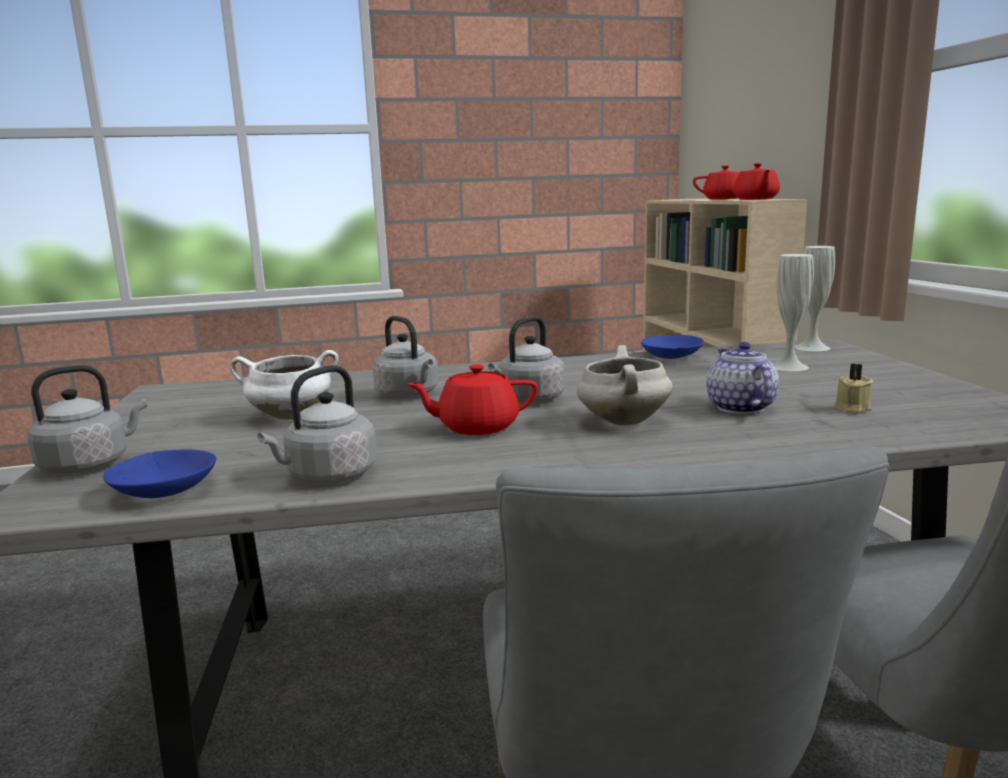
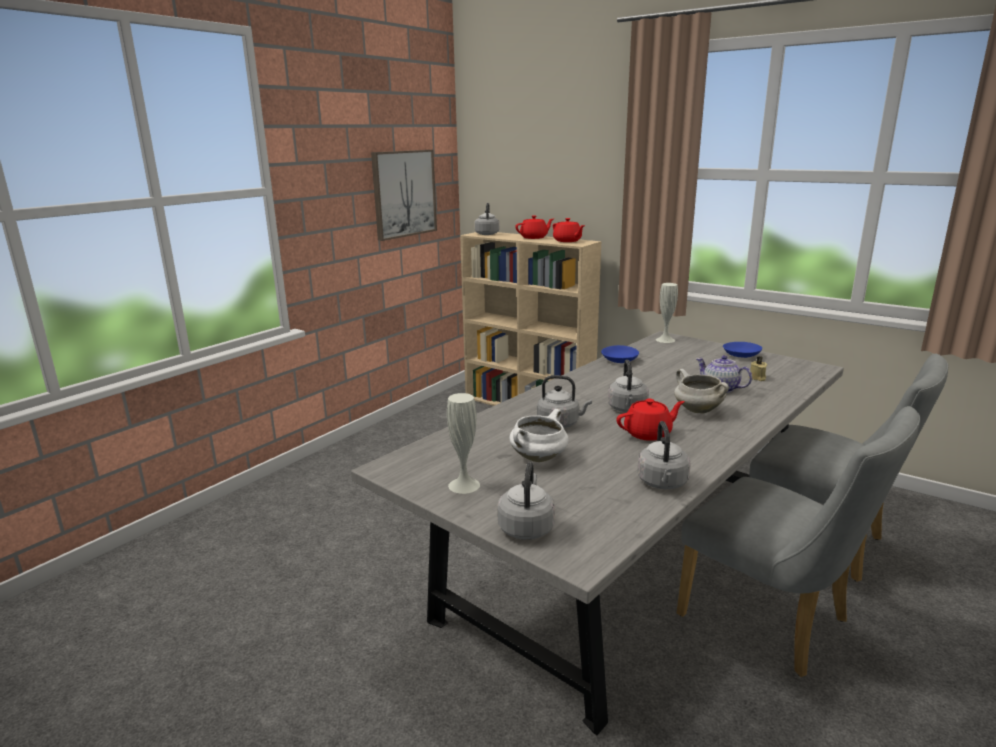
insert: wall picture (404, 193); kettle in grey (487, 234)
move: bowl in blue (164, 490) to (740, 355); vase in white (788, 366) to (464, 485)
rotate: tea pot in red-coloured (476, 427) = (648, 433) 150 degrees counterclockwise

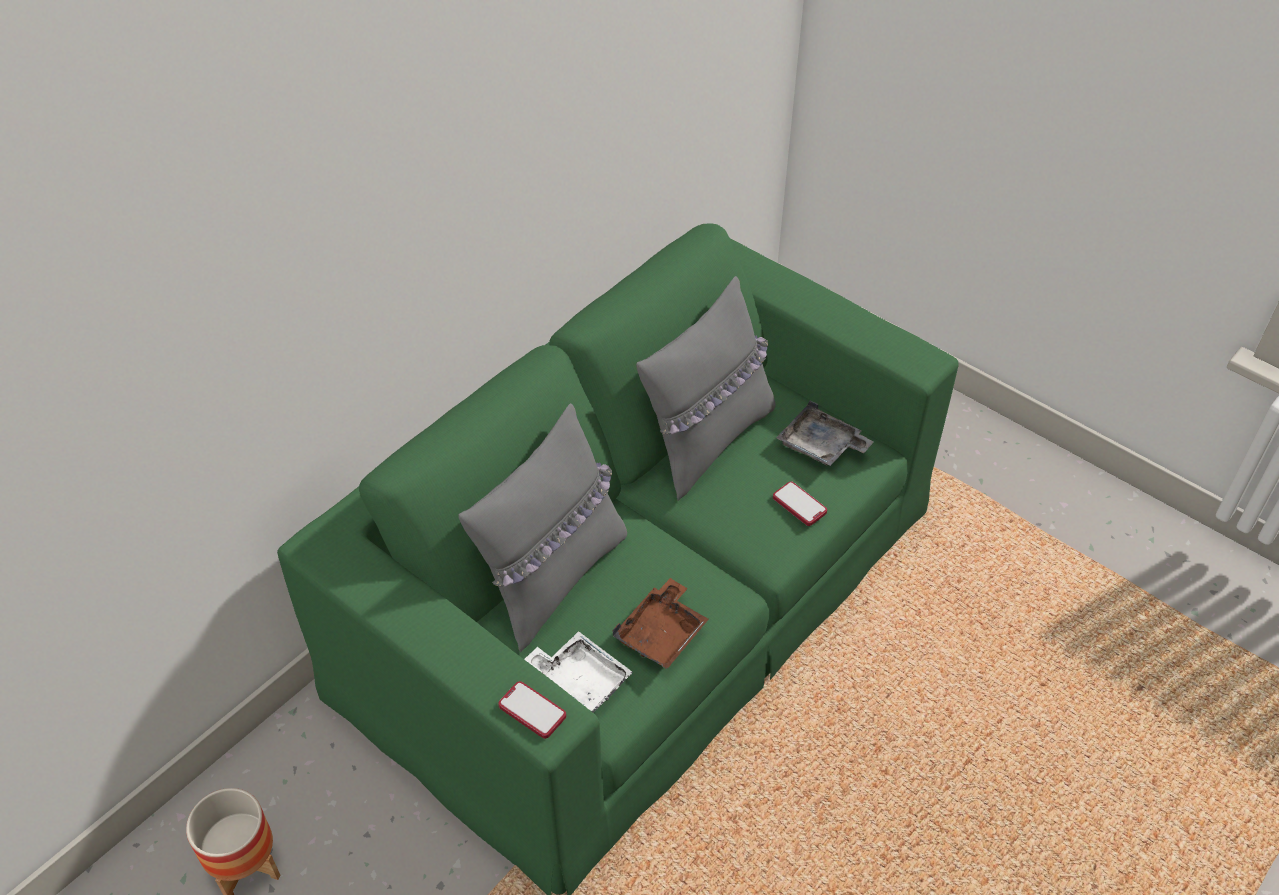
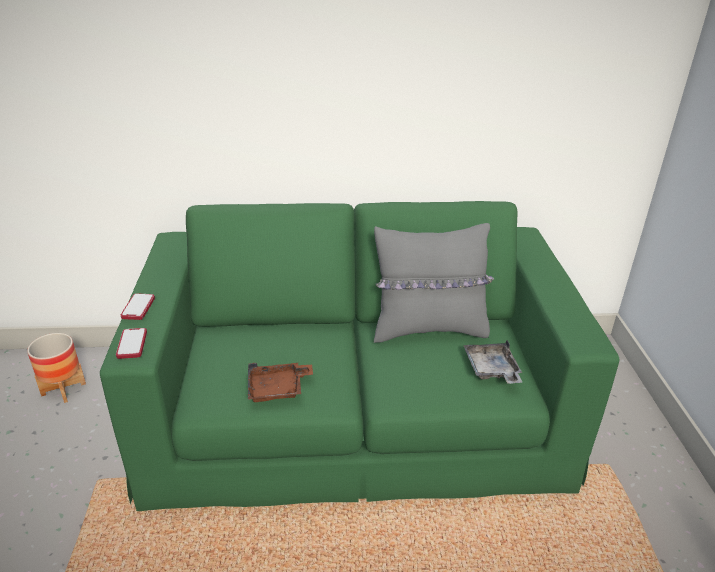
delete: throw pillow in grey (553, 578); carrying tray in white (579, 682)
move: phone (799, 505) to (138, 307)

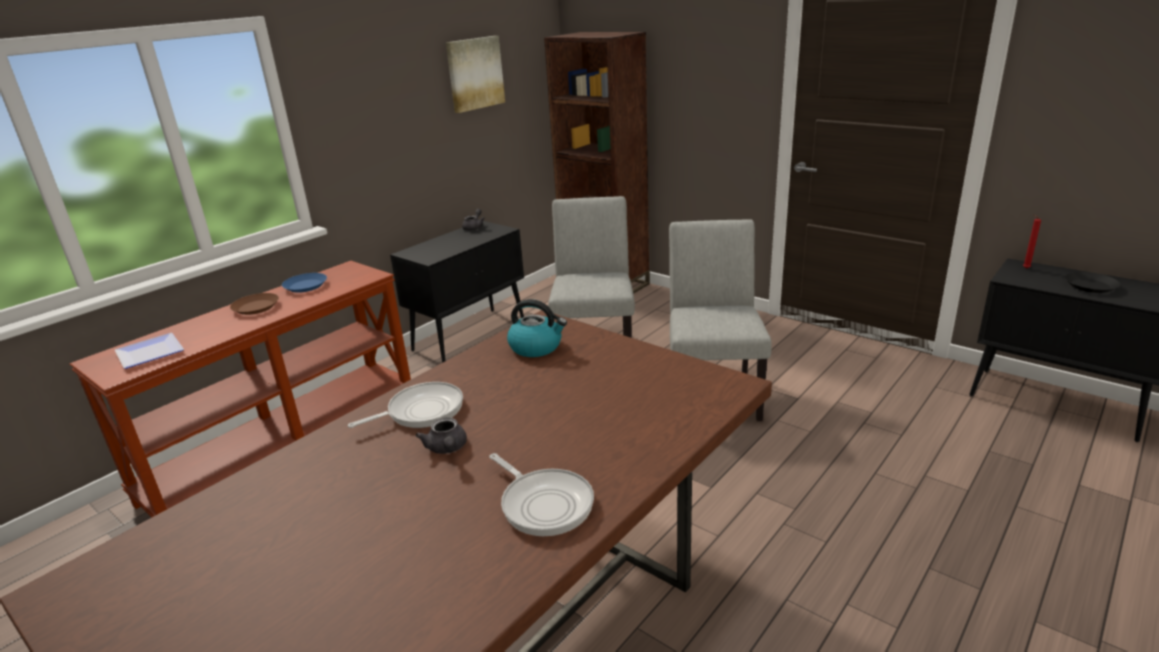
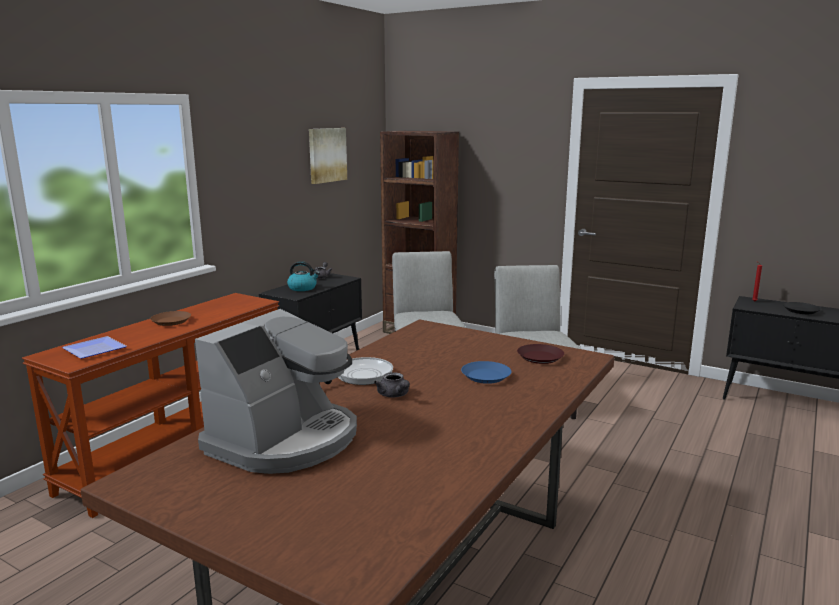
delete: frying pan (544, 504)
insert: coffee machine (285, 440); plate in brownish (539, 357)
move: plate in blue (305, 286) to (486, 376); kettle (536, 347) to (303, 288)

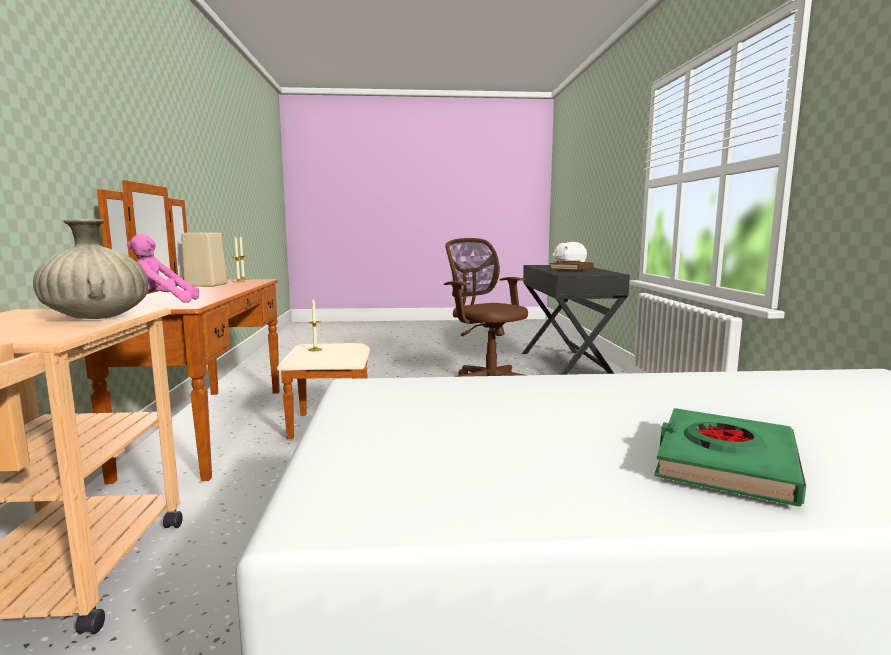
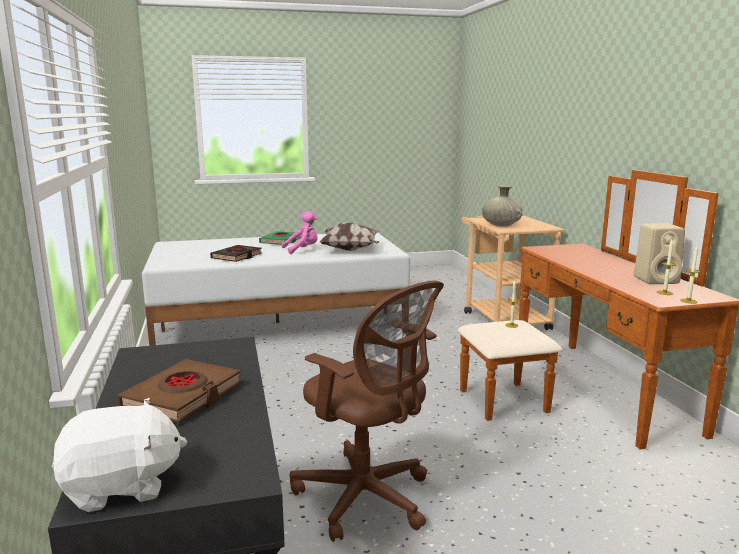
insert: volume in black-coloured (237, 256); throw pillow (350, 250)
move: soft toy in pink-coloured (160, 303) to (302, 250)

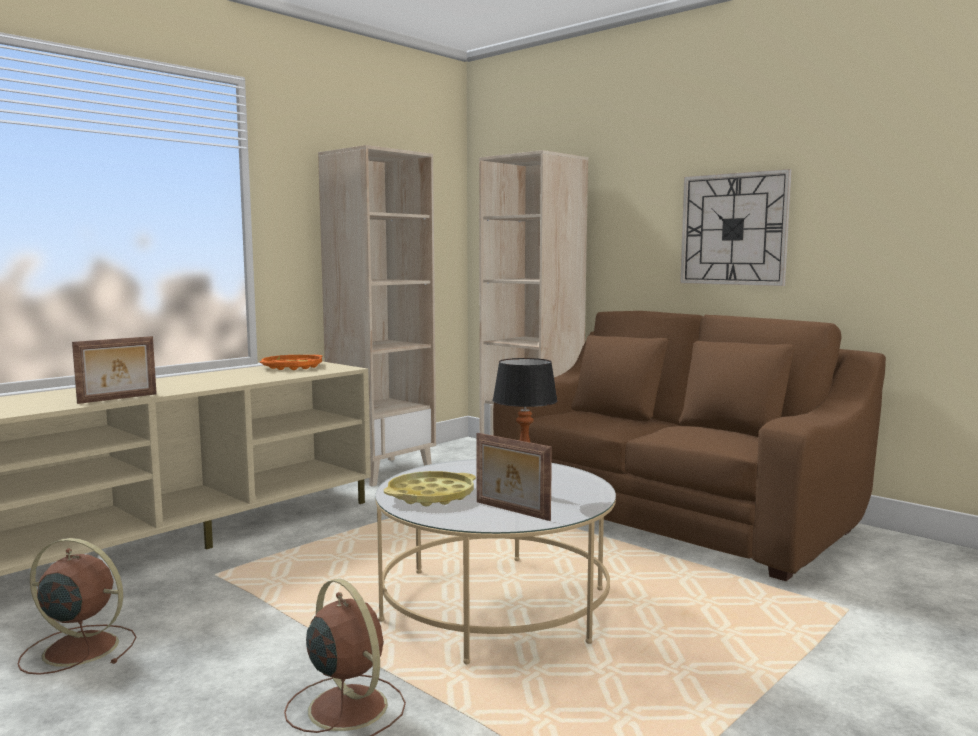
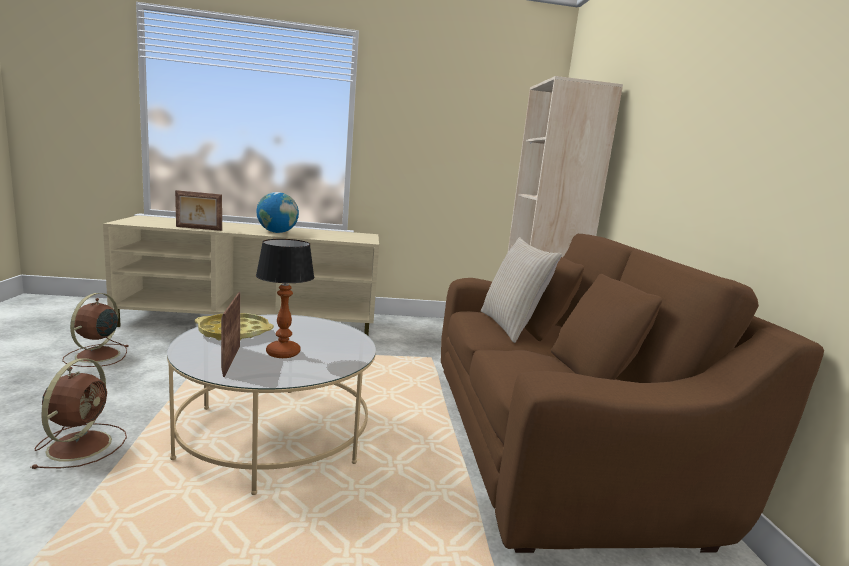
delete: carrying tray in orangey (292, 367); bookcase in beige (382, 471); hanging clock (733, 229)
insert: globe (277, 232); throw pillow in beige (511, 326)
rotate: cooling fan in brownish (78, 648) = (96, 356) 135 degrees counterclockwise

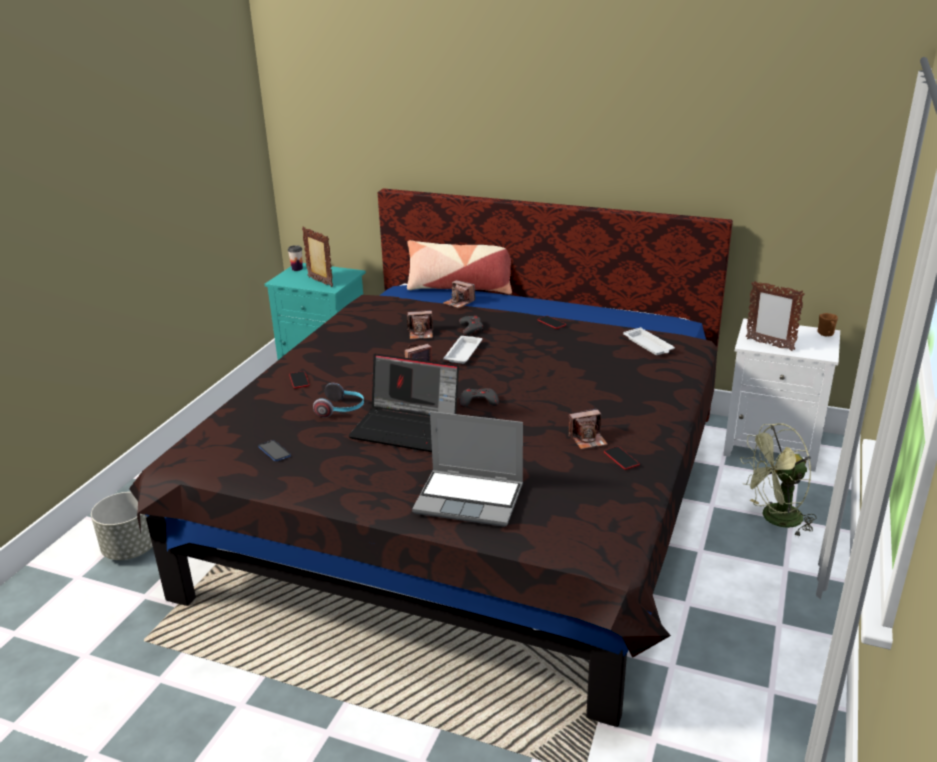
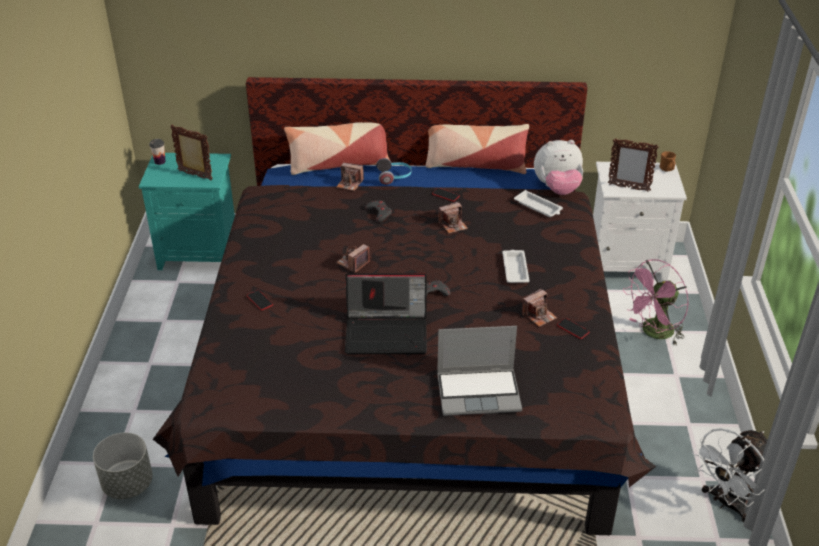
delete: phone (274, 452)
insert: throw pillow (475, 165); soft toy (557, 189); cooling fan in white (726, 503)
move: headphones (341, 409) to (394, 177); photo camera (421, 334) to (453, 225); carrying tray in white (463, 352) to (515, 269)
recolor: cooling fan in greenish (775, 519) to cooling fan in pink-coloured (653, 333)

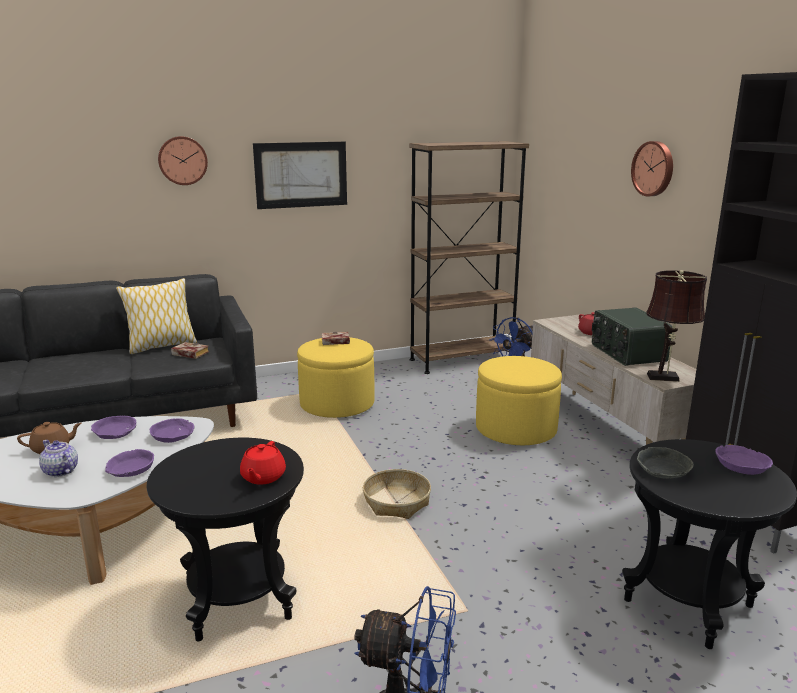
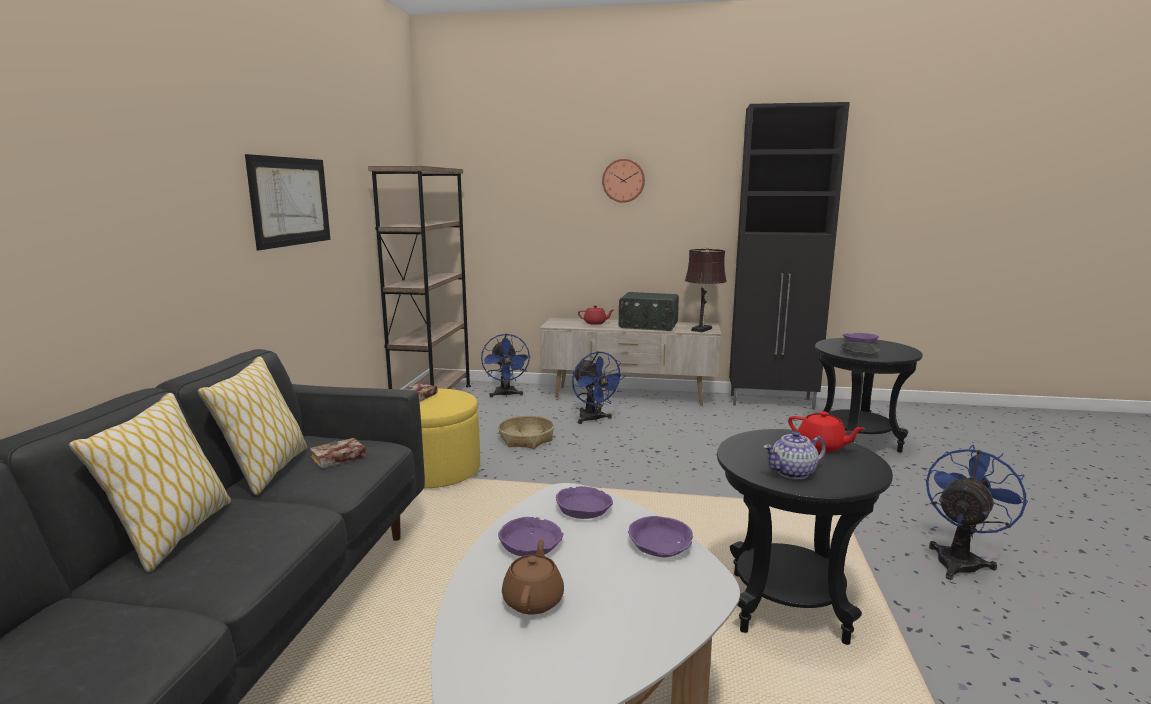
delete: hanging clock (182, 160)
insert: throw pillow (173, 535)
move: tea pot (60, 471) to (793, 473); storage basket (396, 502) to (526, 439)
replace: ottoman in yellow (516, 429) to cooling fan in blue (593, 419)

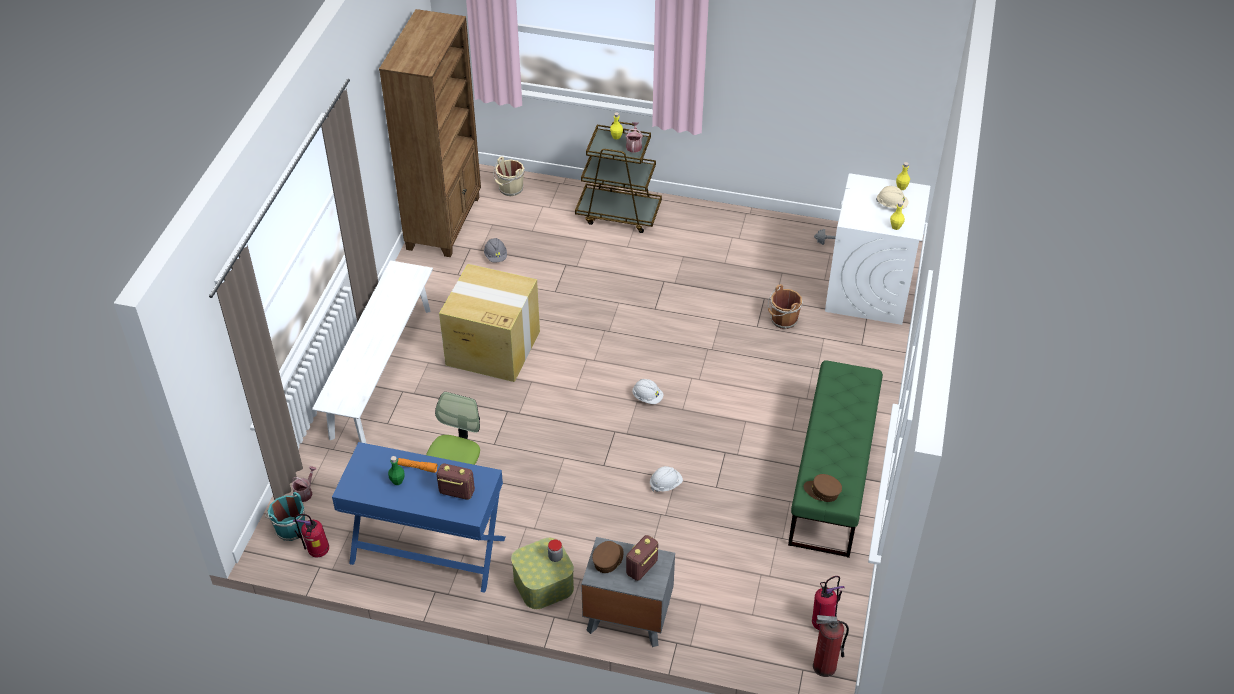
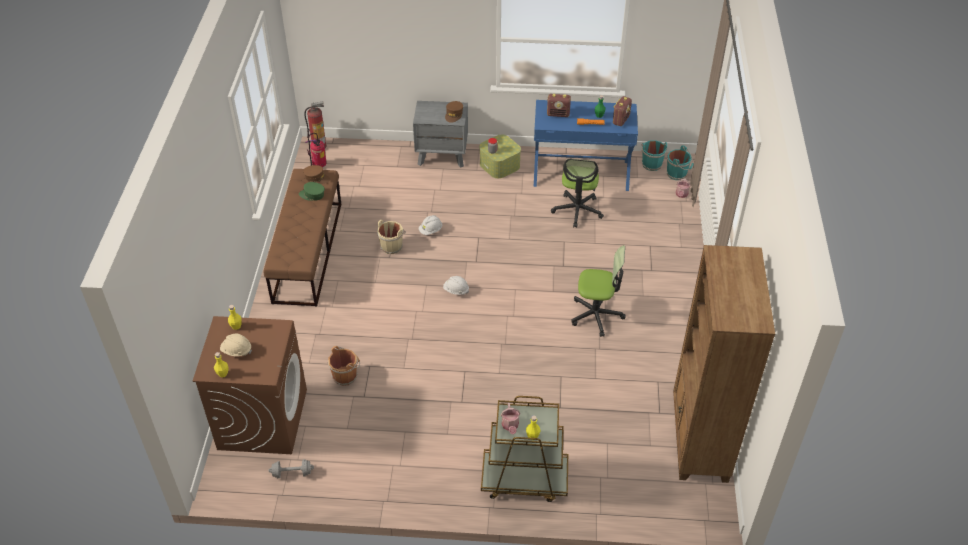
delete: long seat in white (381, 371); safety helmet in grey (496, 256)
insert: baseball cap in greenish (312, 195)
move: pail in beige (510, 189) to (392, 246); radio receiver (641, 568) to (621, 120)
replace: fire-fighting cylinder (317, 552) to pail in turquoise-coloured (651, 164); cardboard box (492, 348) to desk chair (596, 315)
recolor: long seat in greenish (832, 475) to long seat in brownish (308, 251); washing machine in white (868, 291) to washing machine in brownish (262, 418)

